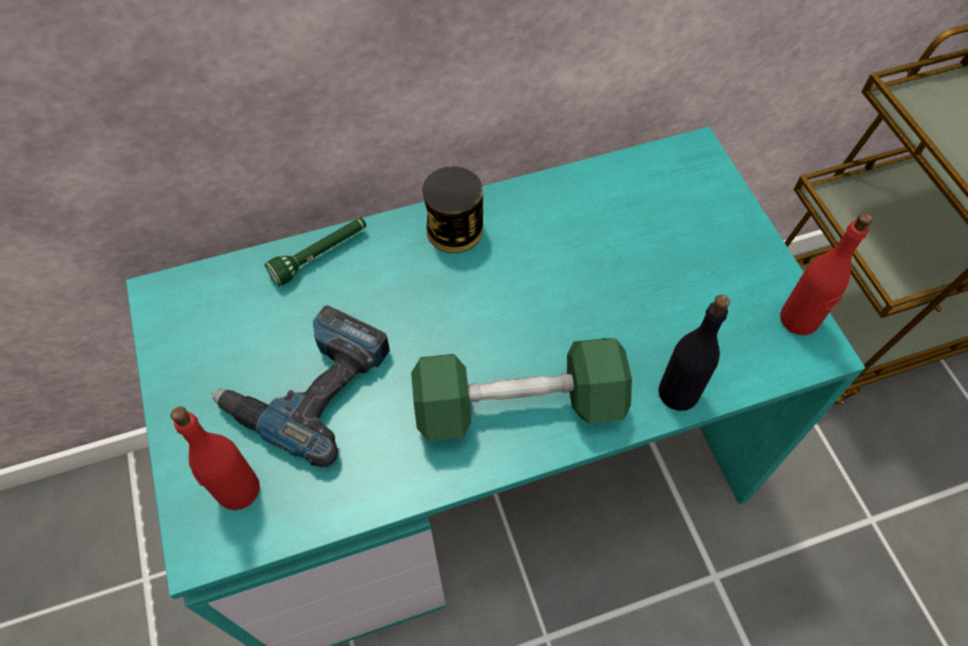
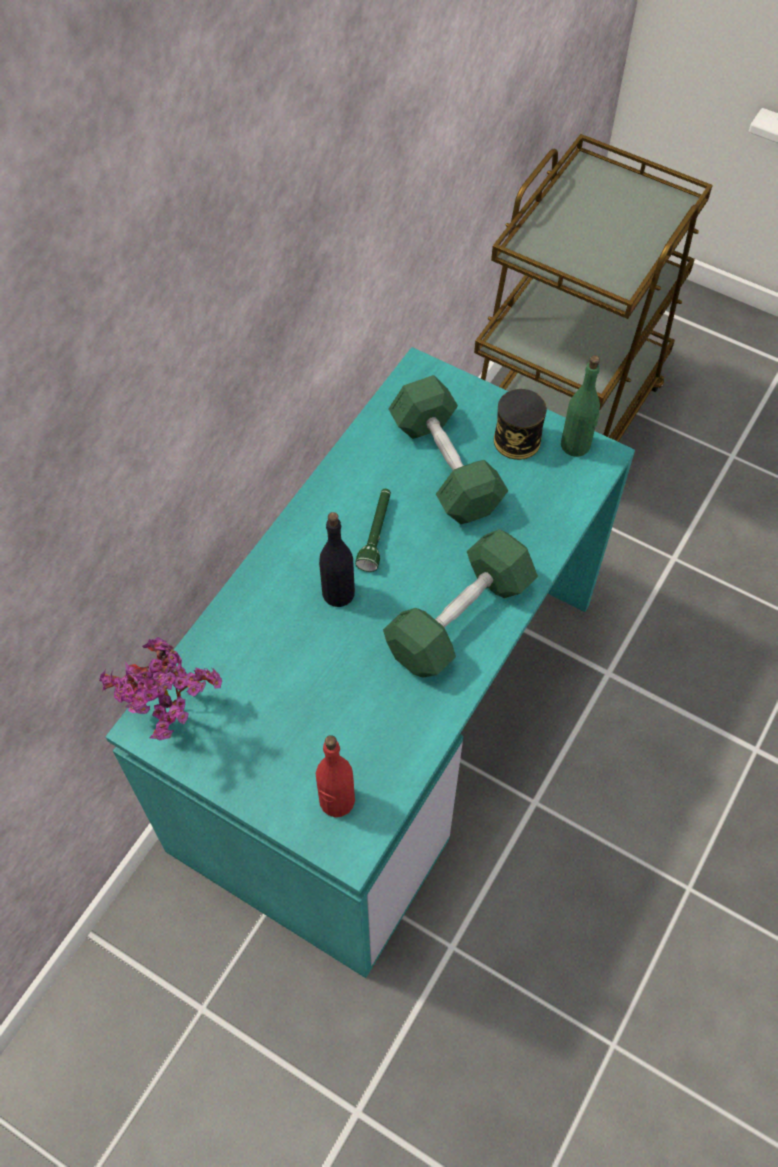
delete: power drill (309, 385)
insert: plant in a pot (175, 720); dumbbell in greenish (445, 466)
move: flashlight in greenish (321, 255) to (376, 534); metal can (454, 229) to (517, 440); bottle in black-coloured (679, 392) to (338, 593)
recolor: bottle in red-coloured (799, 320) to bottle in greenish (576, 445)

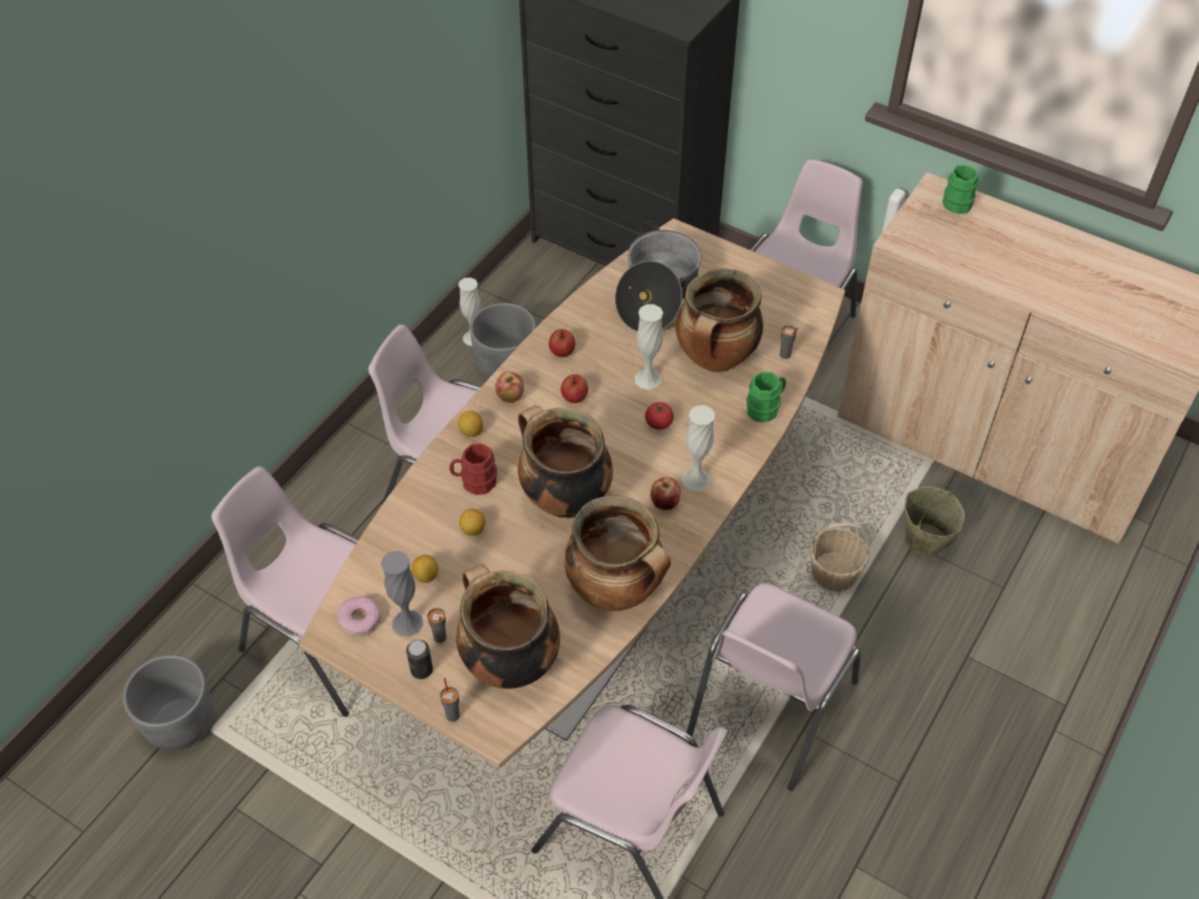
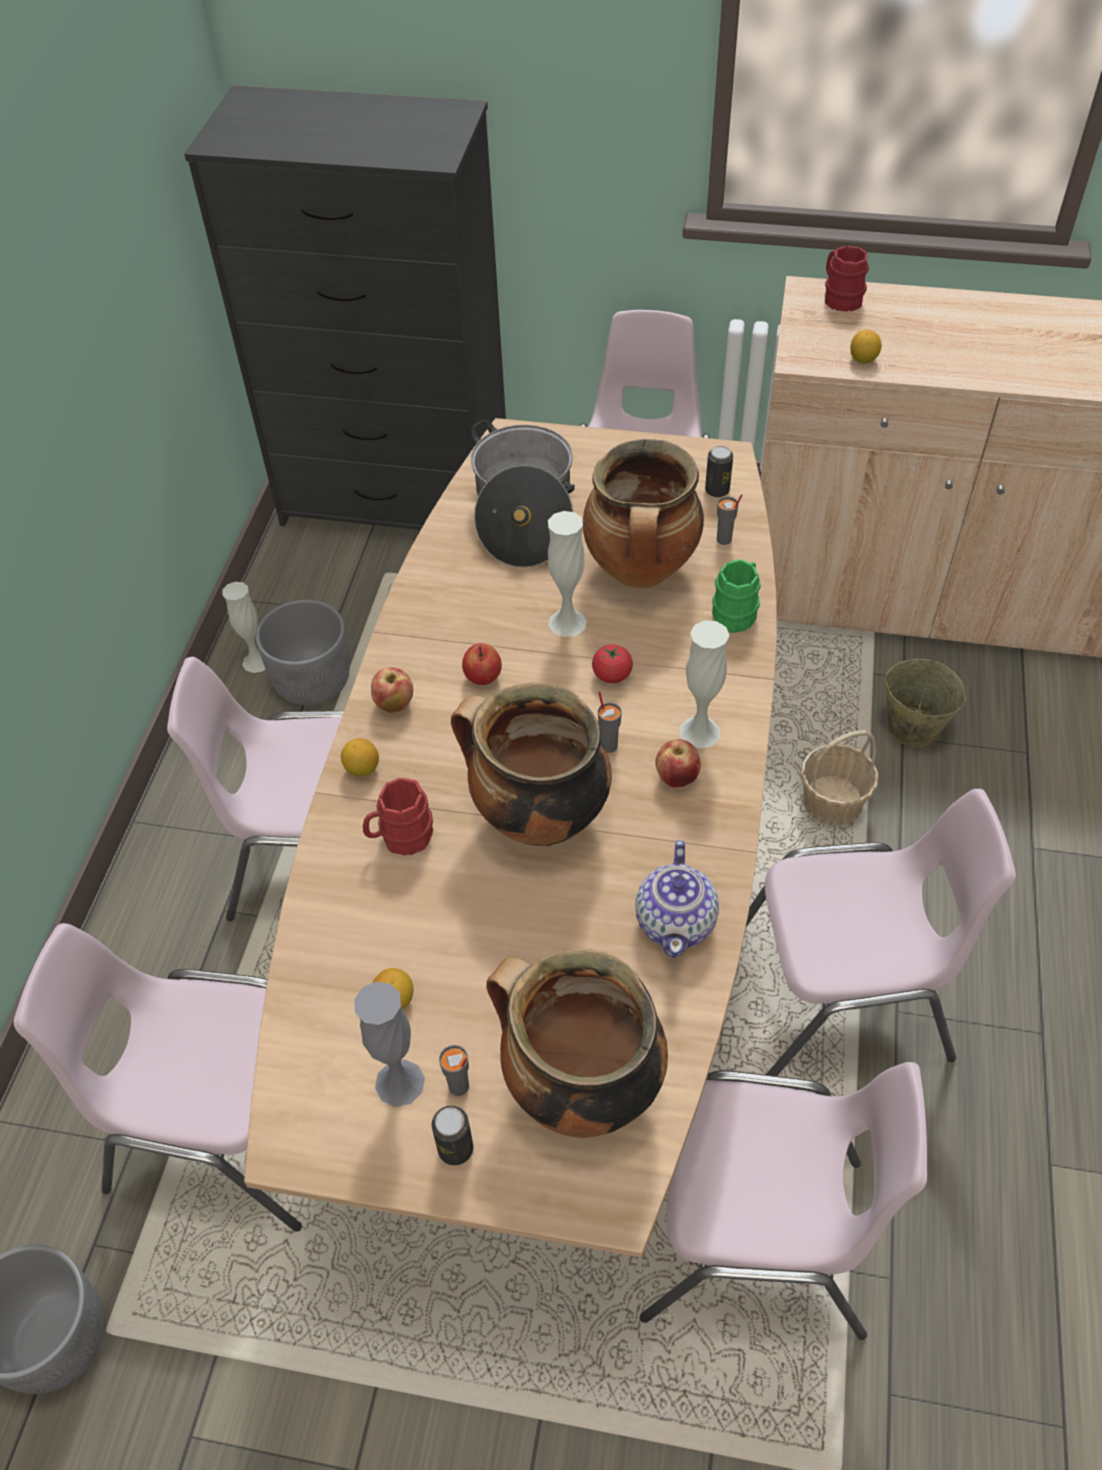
delete: doughnut (359, 620); whole apple (562, 352)
insert: metal can (717, 490)
move: cup in grey (453, 715) to (609, 745); lemon (473, 530) to (863, 360)
replace: saucepot (617, 590) to tea pot (676, 921)
recolor: coffee mug in greenish (955, 201) to coffee mug in red-coloured (839, 298)
rotate: plain chair in pink-coloured (769, 708) = (843, 1000) 105 degrees counterclockwise

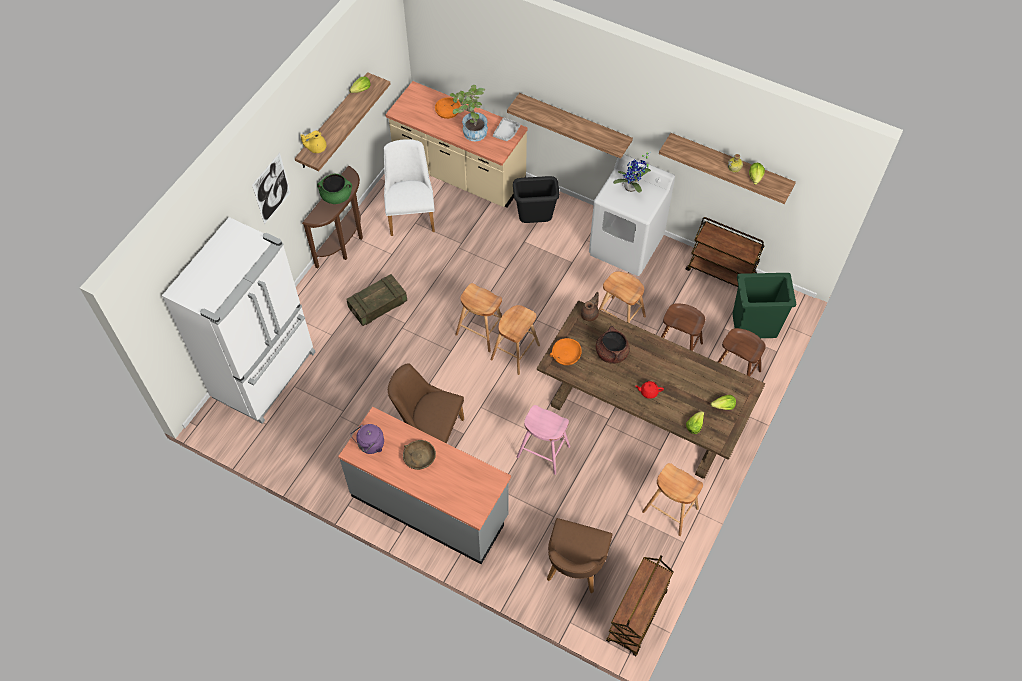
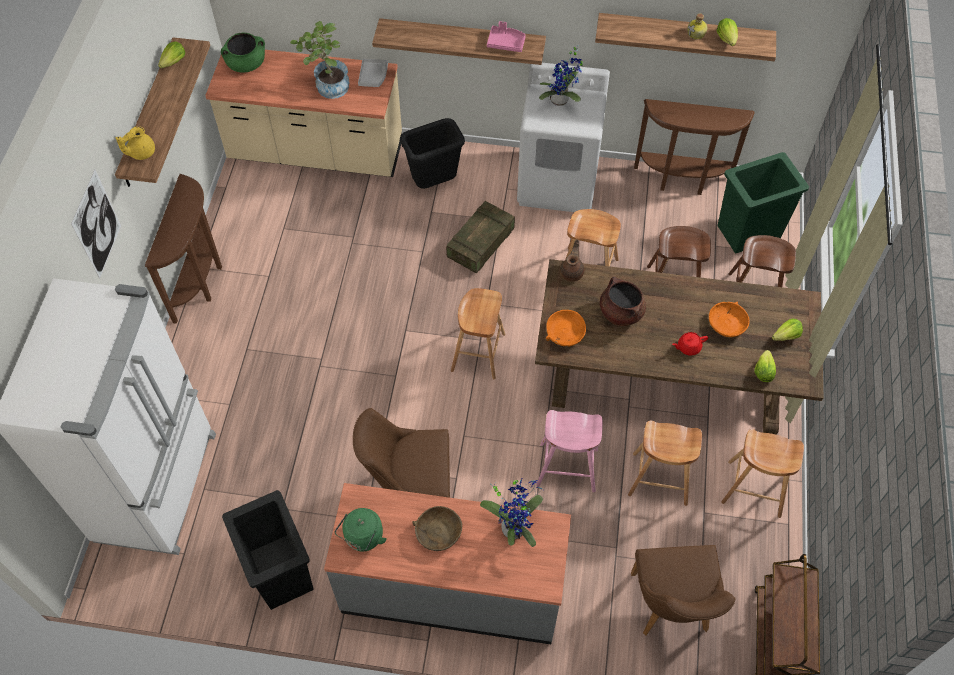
delete: plain chair in white (411, 214)
insert: rubbish bin in black-coloured (281, 574); plant in a pot (514, 526); carrying tray in pink-coloured (506, 43)
move: saucepot in greenish (337, 196) to (246, 64); packing crate (378, 305) to (480, 244); bowl in orangey (448, 111) to (727, 323); stool in brownish (481, 331) to (660, 479)
replace: trolley in brownish (721, 272) to console table in brownish (682, 181)
recolor: kettle in purplish (370, 445) to kettle in greenish (363, 538)

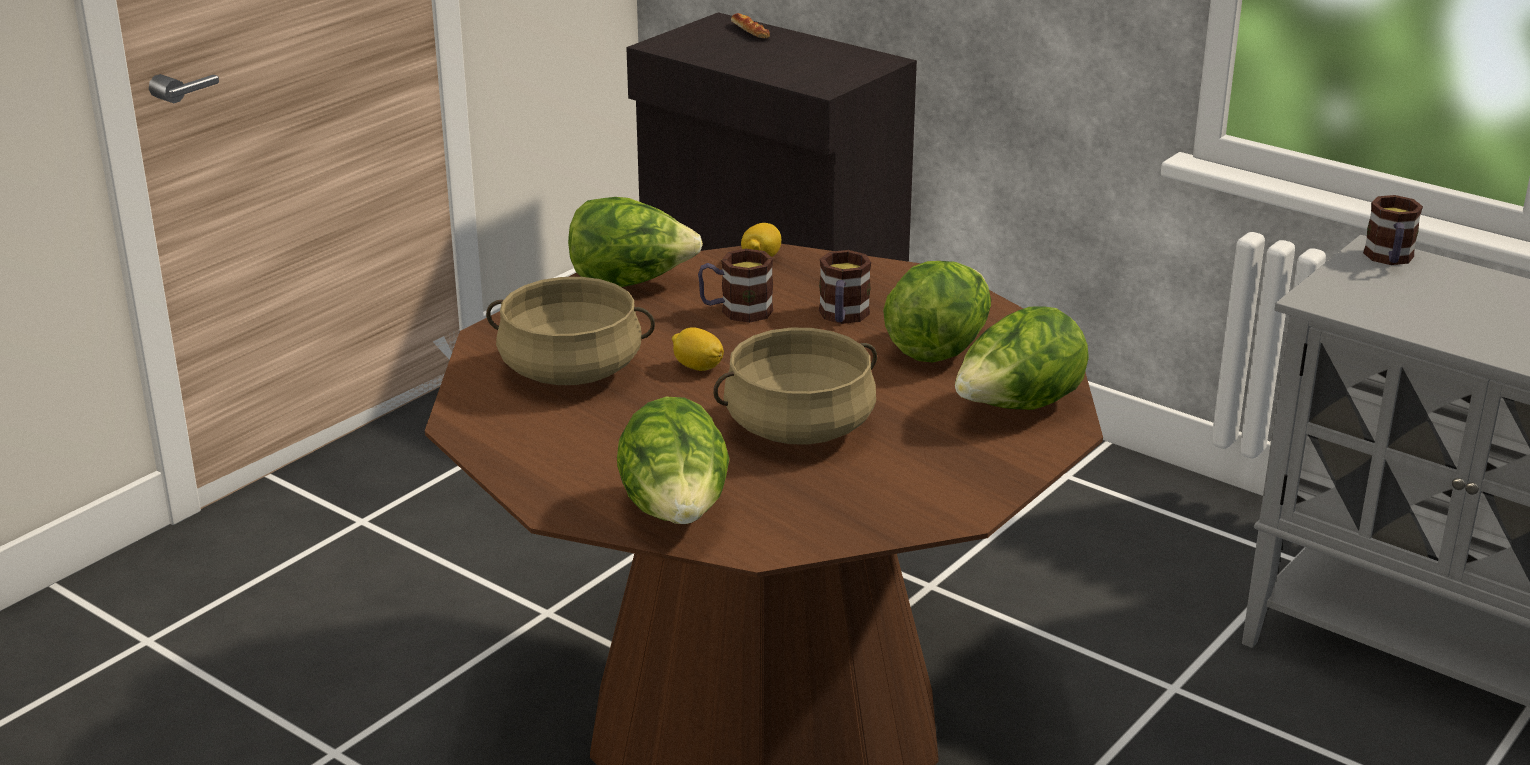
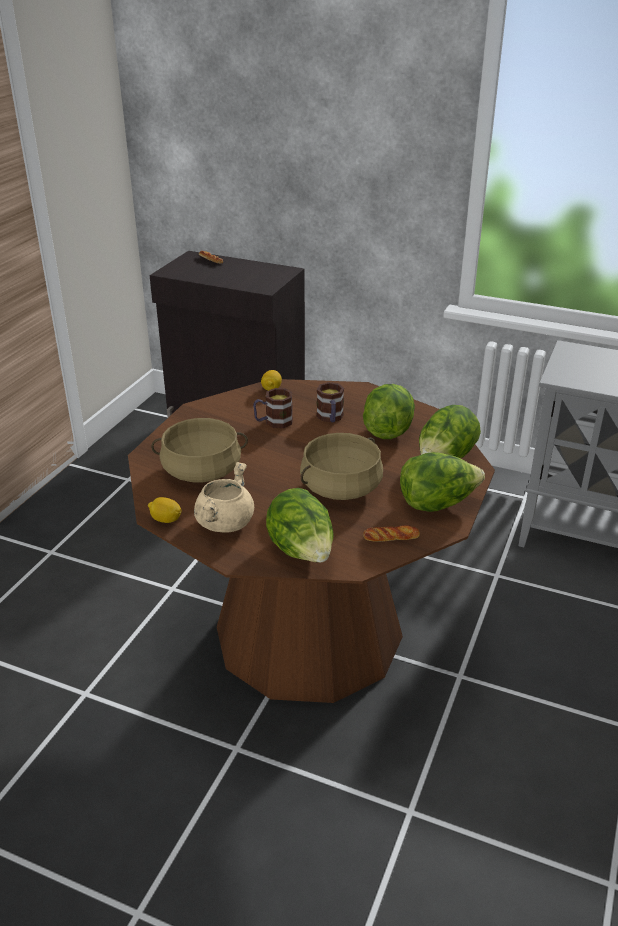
delete: coffee mug (1389, 259)
insert: saucepot in beige (224, 522); bakery bread (391, 537)
move: head of lettuce (630, 283) to (437, 503); lemon (698, 367) to (166, 520)

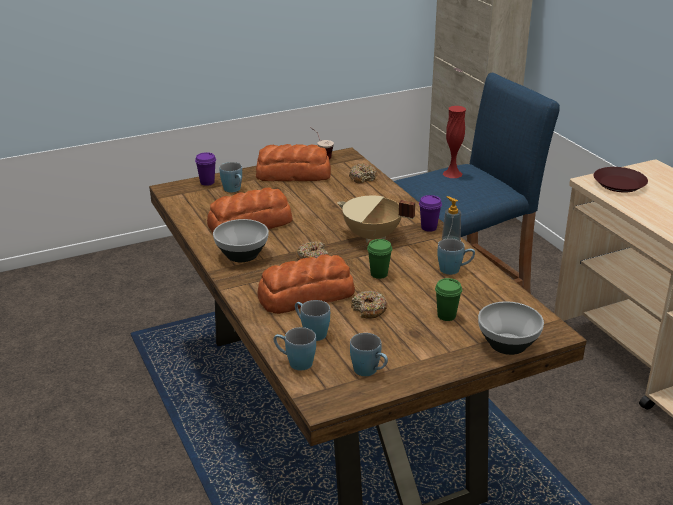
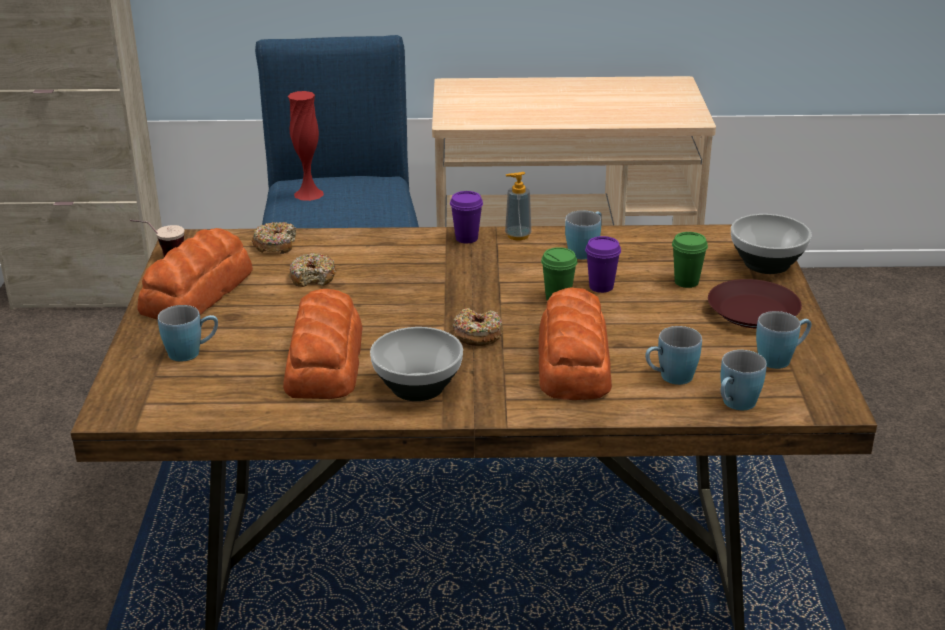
delete: saucepot in beige (372, 236)
move: cup in purplish (207, 182) to (601, 287); doughnut (369, 310) to (313, 277); plate in brownish (618, 184) to (752, 312)

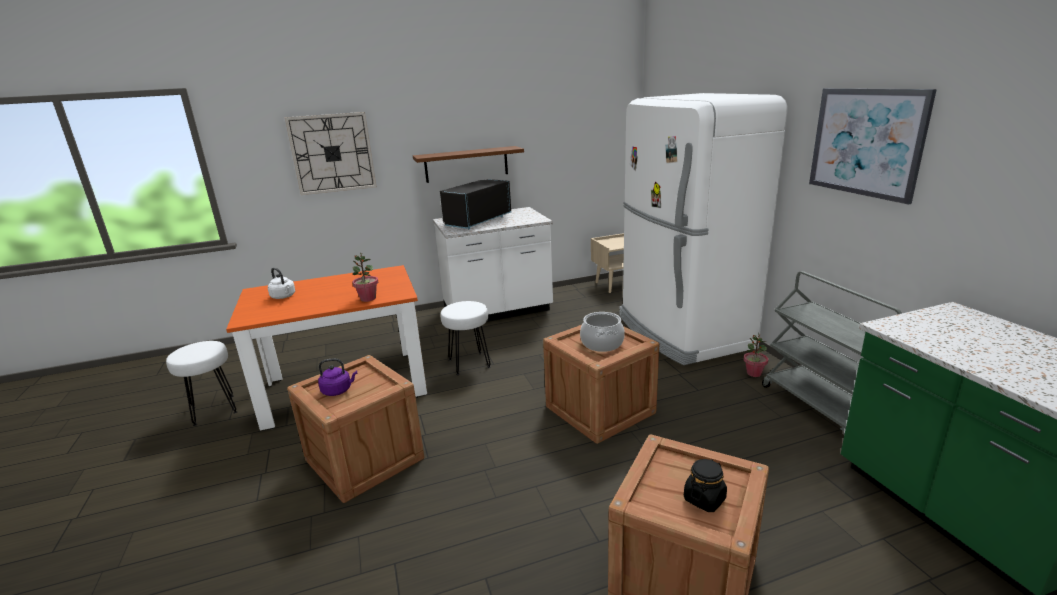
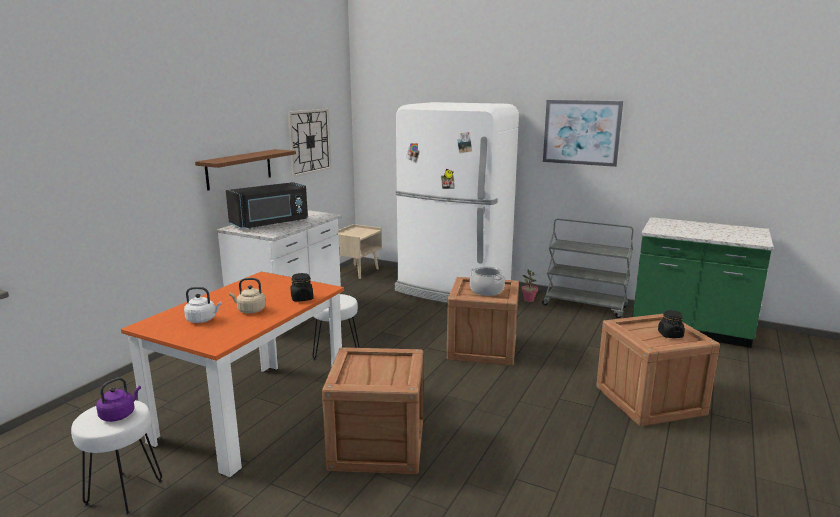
insert: kettle in beige (250, 310)
move: hanging clock (332, 153) to (309, 141); kettle in purplish (338, 390) to (119, 415)
replace: plant in a pot (368, 298) to preserve jar in black-coloured (302, 298)
rotate: microwave oven in black-coloured (476, 221) = (271, 224) 120 degrees counterclockwise

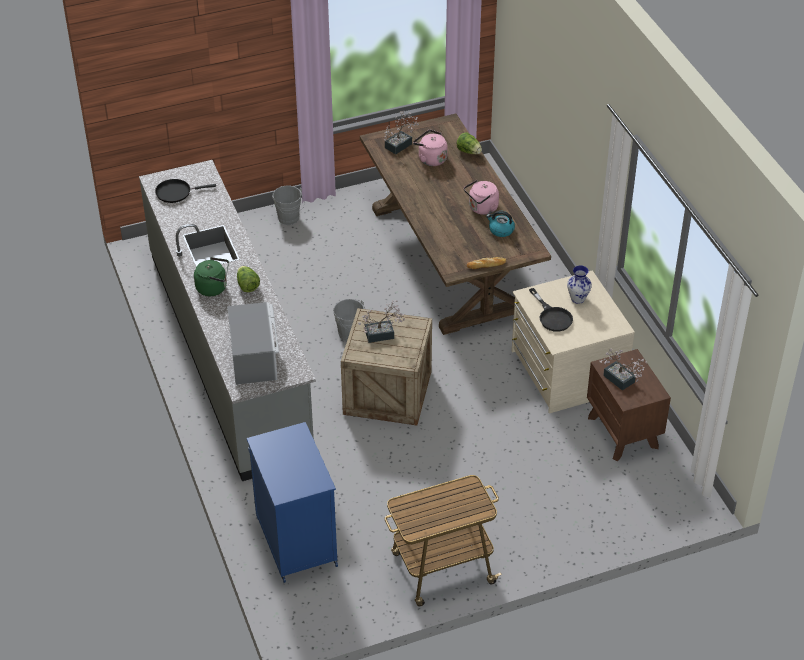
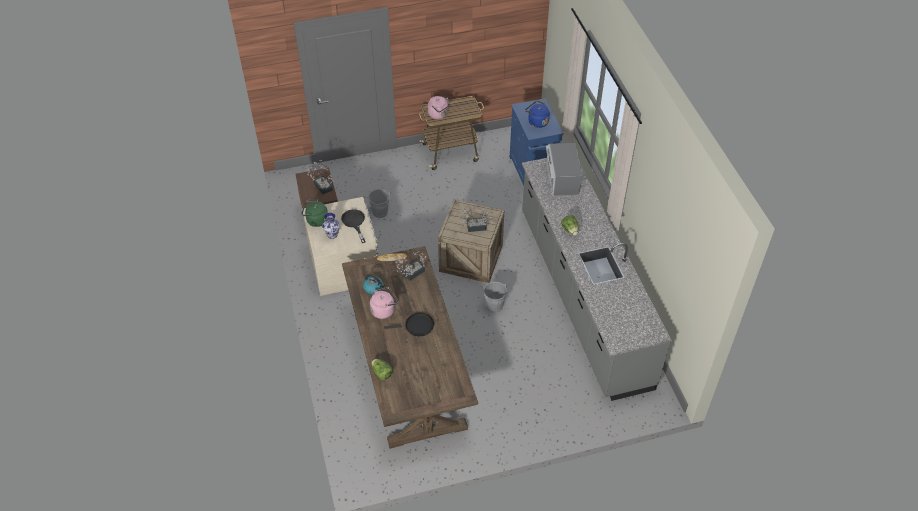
insert: kettle in blue (536, 122)
move: frying pan in black-coloured (176, 192) to (417, 326); kettle in greenish (213, 288) to (315, 220); pail in grey (289, 220) to (379, 211); plant in a pot (401, 144) to (411, 273); kettle in pink-coloured (430, 159) to (439, 115)

